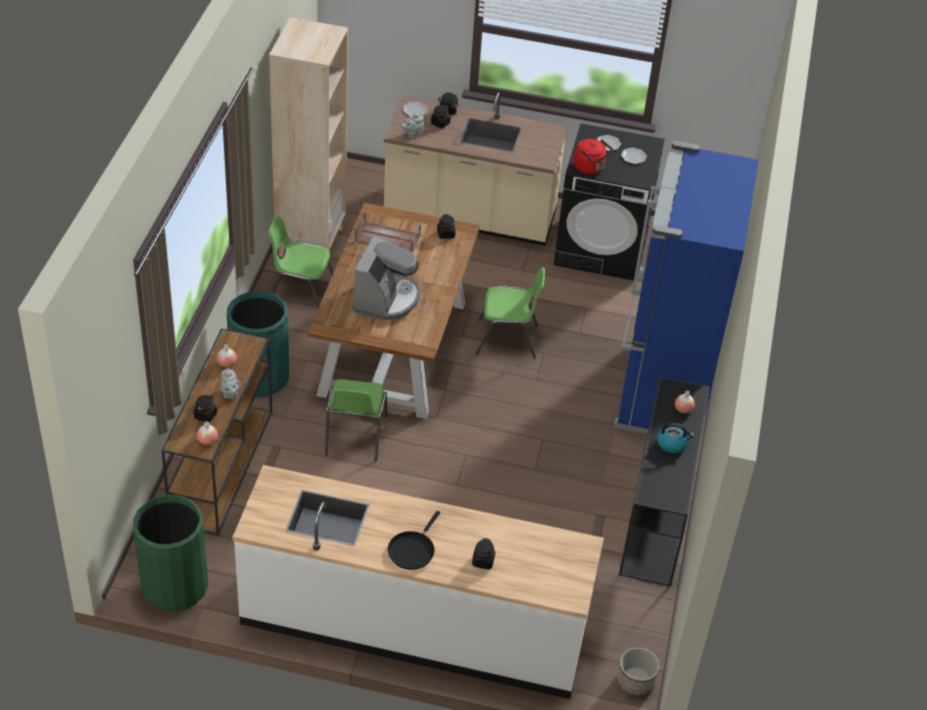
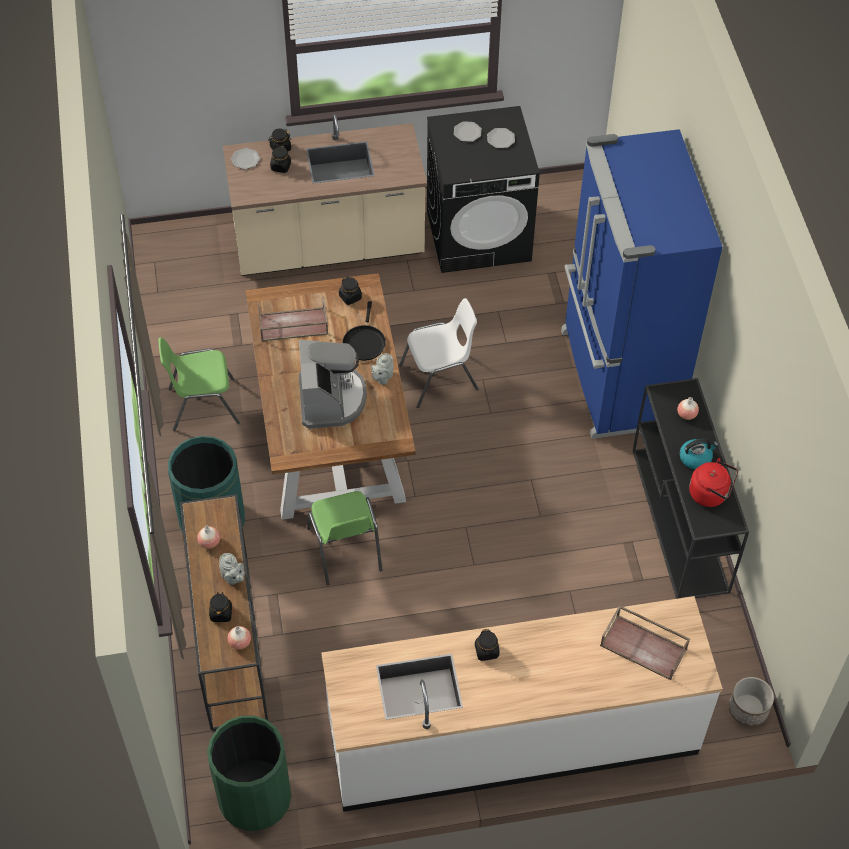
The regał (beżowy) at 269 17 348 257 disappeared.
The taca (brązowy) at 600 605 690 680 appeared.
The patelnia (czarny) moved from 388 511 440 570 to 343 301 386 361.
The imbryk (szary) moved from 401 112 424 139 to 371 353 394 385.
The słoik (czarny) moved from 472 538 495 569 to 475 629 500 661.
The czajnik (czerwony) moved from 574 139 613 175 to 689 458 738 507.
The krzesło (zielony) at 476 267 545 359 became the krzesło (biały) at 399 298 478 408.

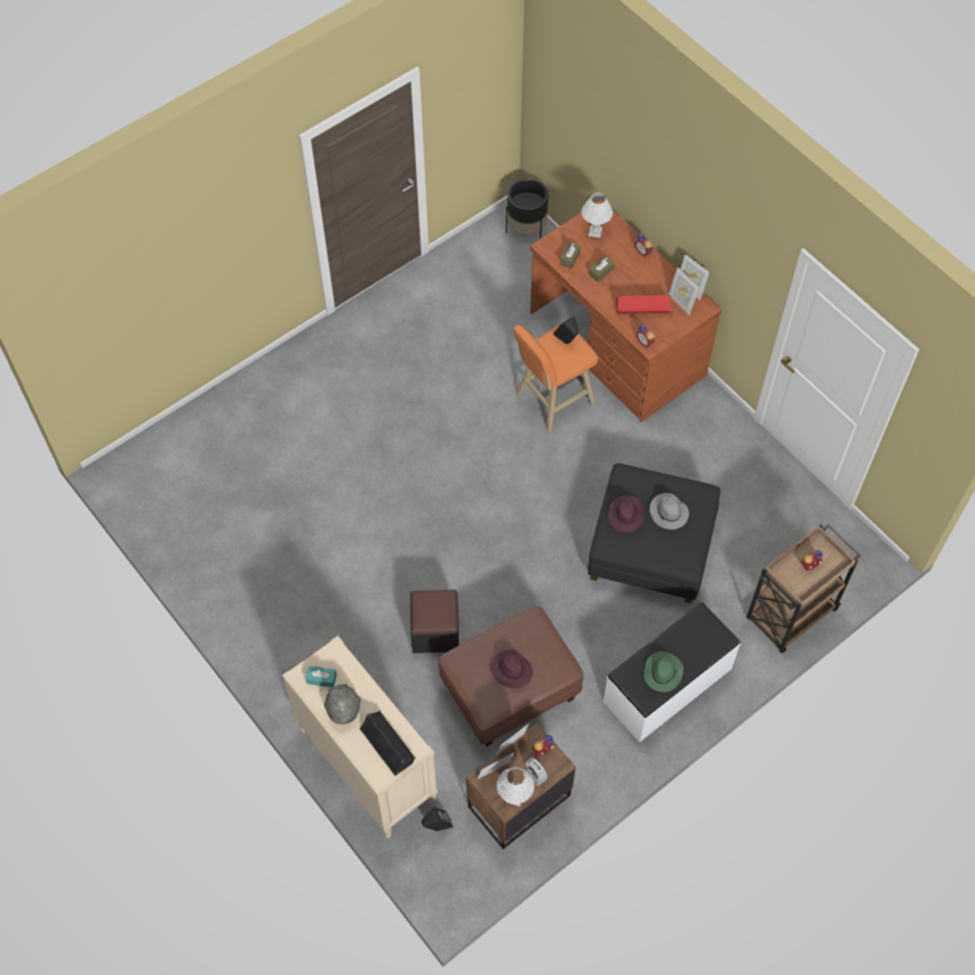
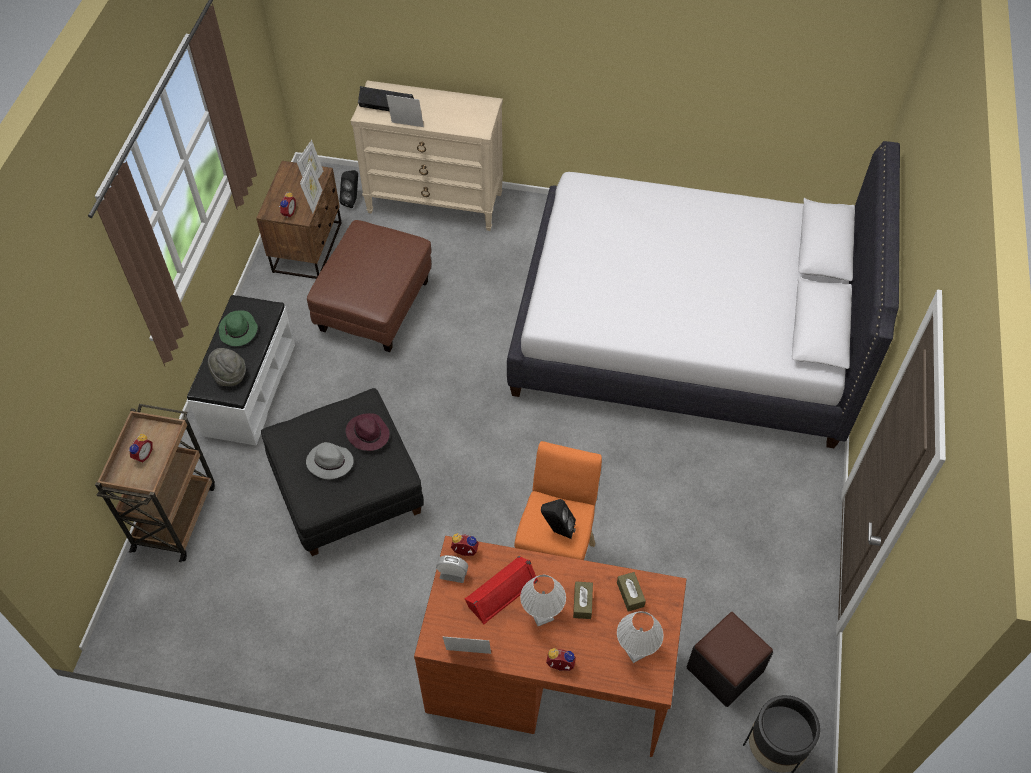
The pudełko chusteczek (turkusowy) at 305 666 337 687 disappeared.
The kapelusz (fioletowy) at 491 650 533 688 disappeared.
The łóżko (biały) at 507 141 900 448 appeared.
The kapelusz (szary) moved from 324 684 360 724 to 208 348 246 386.
The pufa (czarny) moved from 410 590 459 653 to 687 612 773 707.
The lampa stołowa (biały) moved from 497 767 535 806 to 520 575 566 626.
The budzik moved from 525 757 548 786 to 436 555 468 583.
The ramka na zdjęcie moved from 669 267 699 315 to 386 95 424 127.

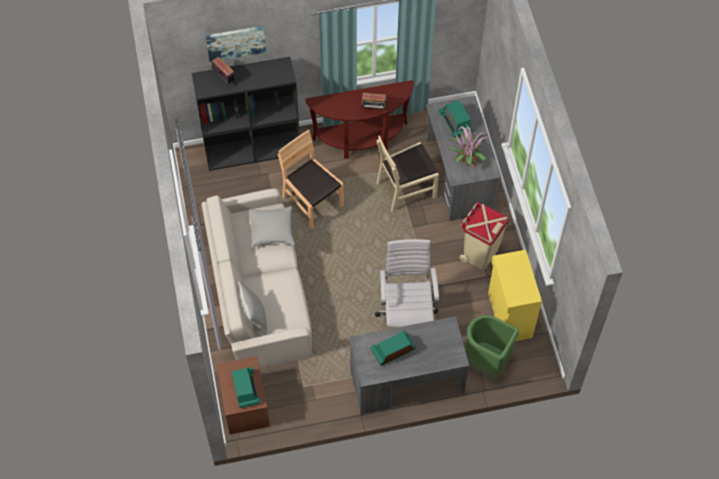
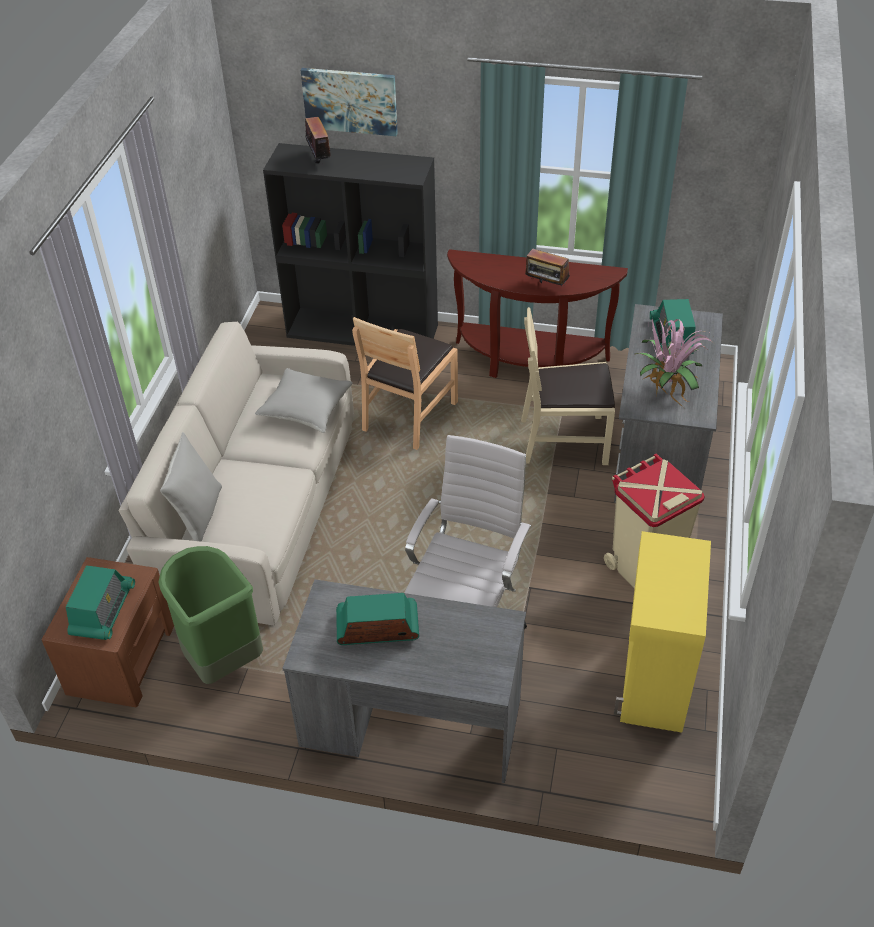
The kosz na śmieci (zielony) moved from 465 315 519 380 to 158 546 263 684.
The krzesło (brązowy) at 278 130 344 230 turned 135 degrees counterclockwise.

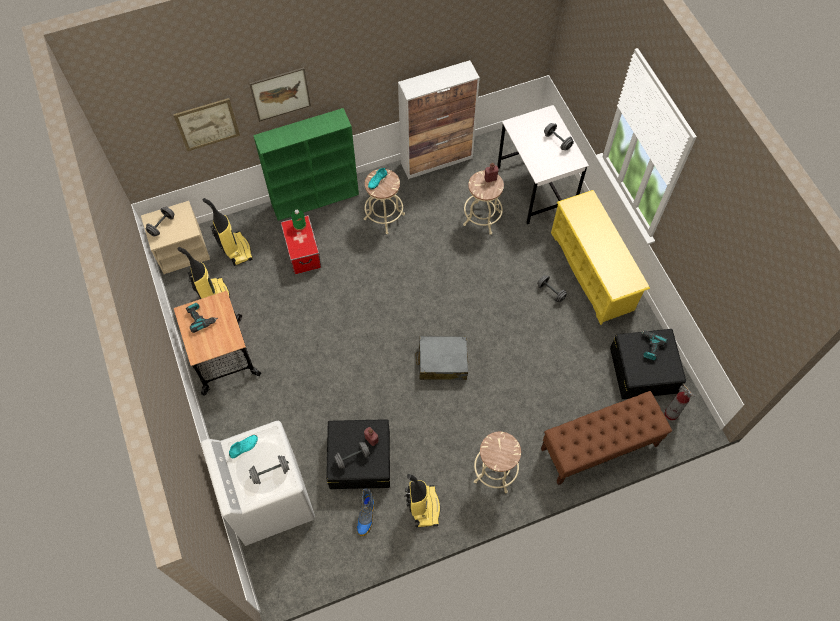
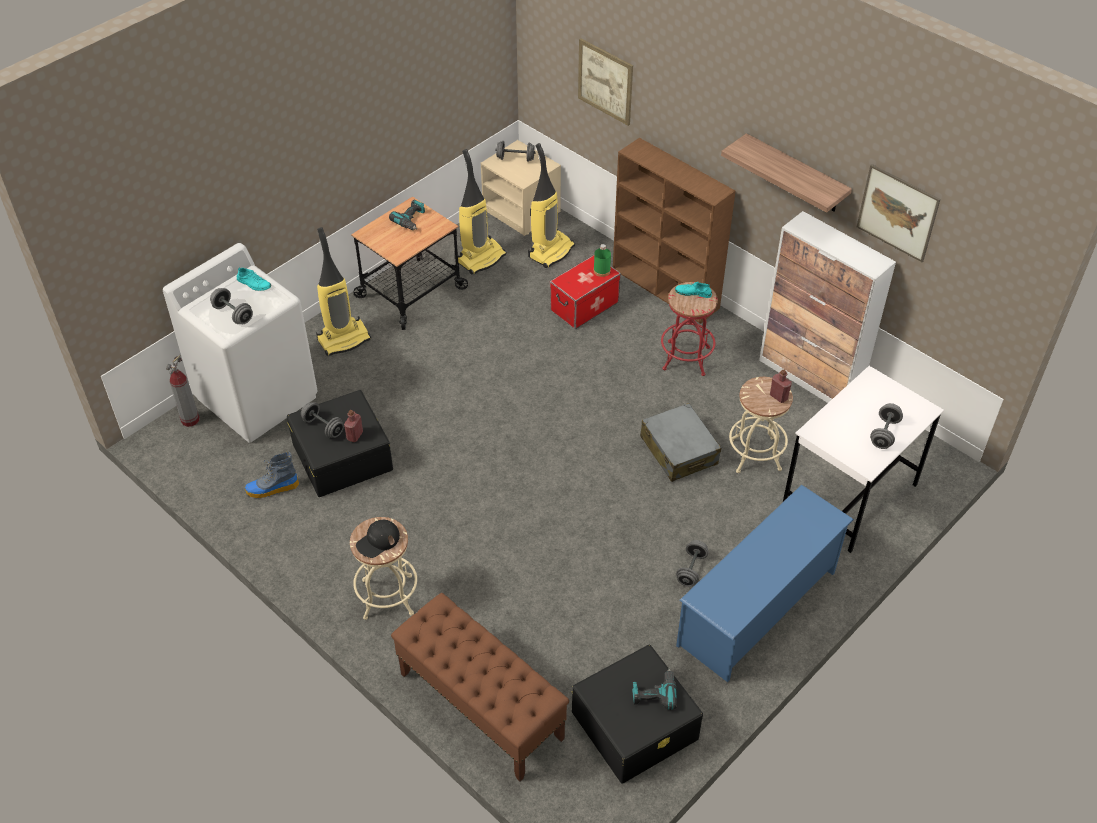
The czapka z daszkiem (czarny) at 356 520 400 558 appeared.
The półka at 721 133 852 213 appeared.
The obraz moved from 249 67 311 122 to 857 164 941 262.
The odkurzacz moved from 405 474 440 527 to 316 227 371 356.
The walizka (szary) moved from 416 336 468 380 to 640 403 721 482.
The gaśnica moved from 664 384 695 421 to 166 355 200 427.
The regał (zielony) at 253 108 359 221 became the regał (brązowy) at 613 138 736 324.
The stołek (beżowy) at 364 169 405 234 became the stołek (czerwony) at 661 282 718 376.
The regał na buty (żółty) at 551 190 650 325 became the regał na buty (niebieski) at 676 485 854 682.

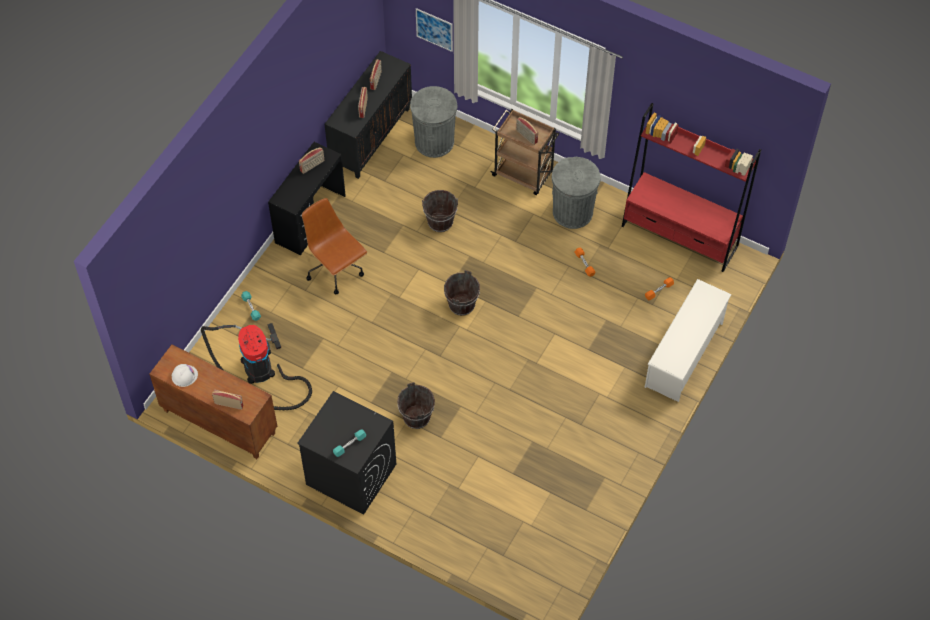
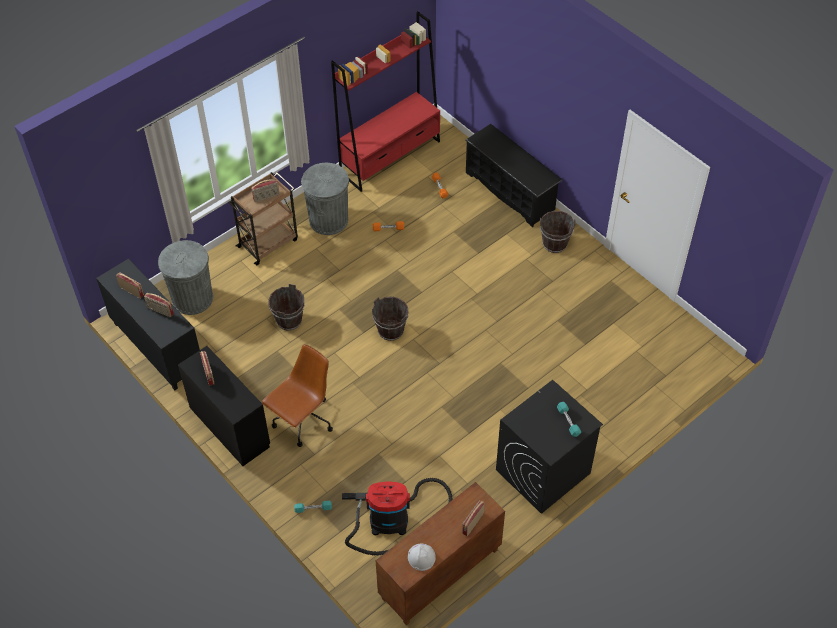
The obraz at 416 8 453 52 disappeared.
The wiadro (brązowy) moved from 397 382 435 429 to 540 211 576 253.
The regał na buty (biały) at 644 279 732 402 became the regał na buty (czarny) at 465 124 562 227.
The krzesło biurowe (brązowy) at 302 198 367 294 turned 150 degrees clockwise.

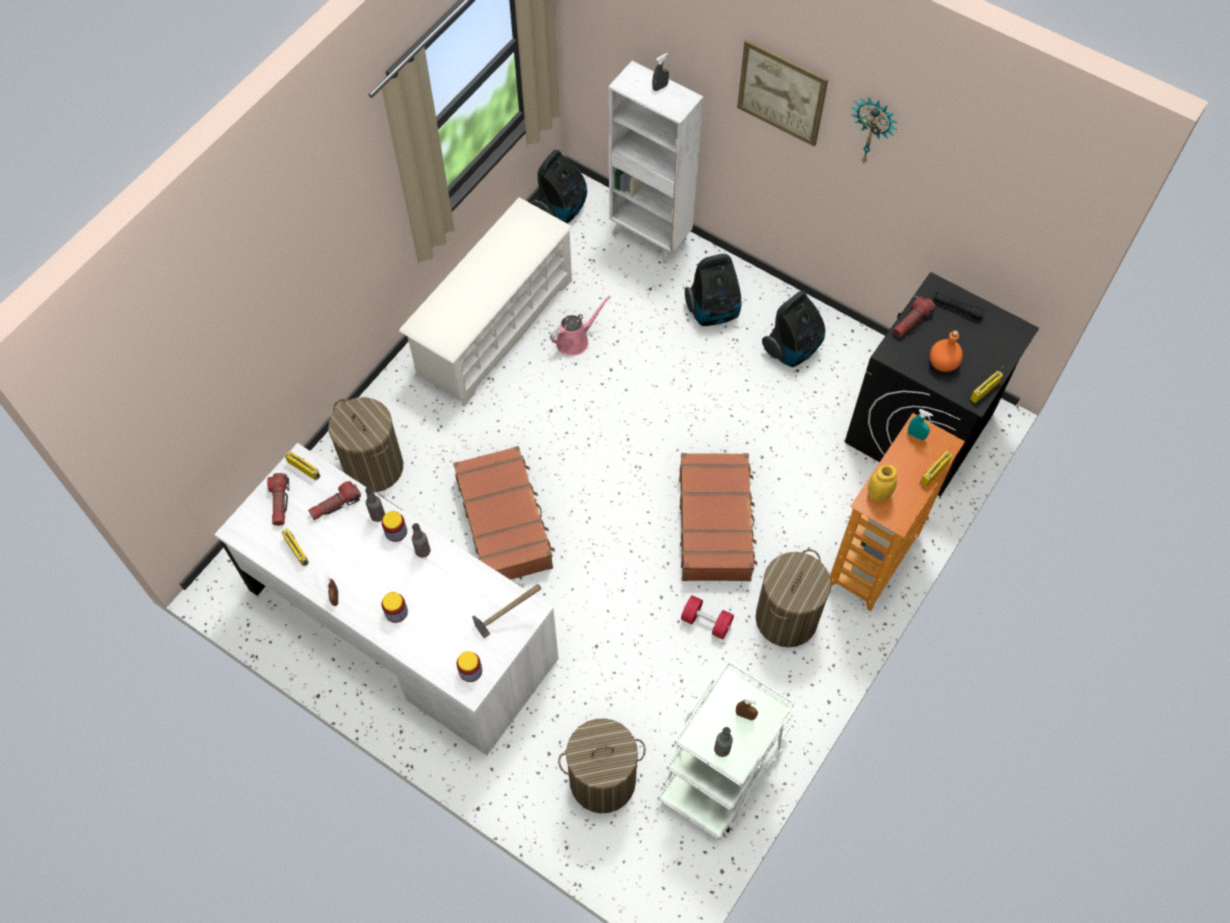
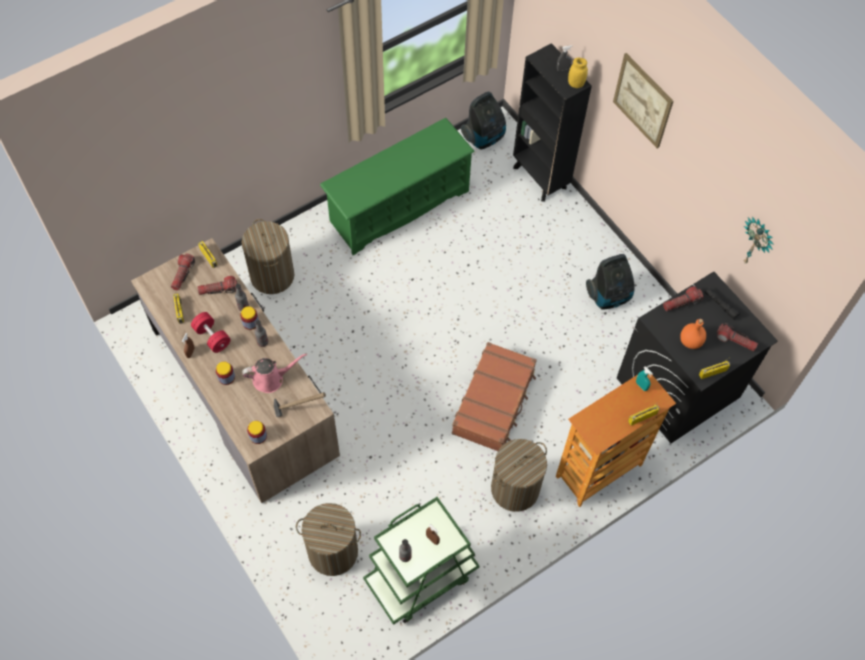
The walizka (brązowy) at 453 446 555 579 disappeared.
The odkurzacz at 685 254 741 326 disappeared.
The latarka at 717 323 758 352 appeared.
The konewka (różowy) moved from 550 296 611 355 to 242 353 307 393.
The hantel (czerwony) moved from 681 595 734 639 to 191 312 231 353.
The zegar ścienny moved from 851 97 897 164 to 743 216 773 264.
The słoik (żółty) moved from 868 465 897 501 to 568 58 588 88.
The biurko (biały) at 214 443 559 755 became the biurko (brązowy) at 131 238 340 503.
The regał na buty (biały) at 399 197 572 407 became the regał na buty (zielony) at 320 118 475 255.
The regał (biały) at 608 61 703 264 became the regał (czarny) at 513 43 592 202.
The wózek (biały) at 657 660 795 840 became the wózek (zielony) at 363 497 479 625.

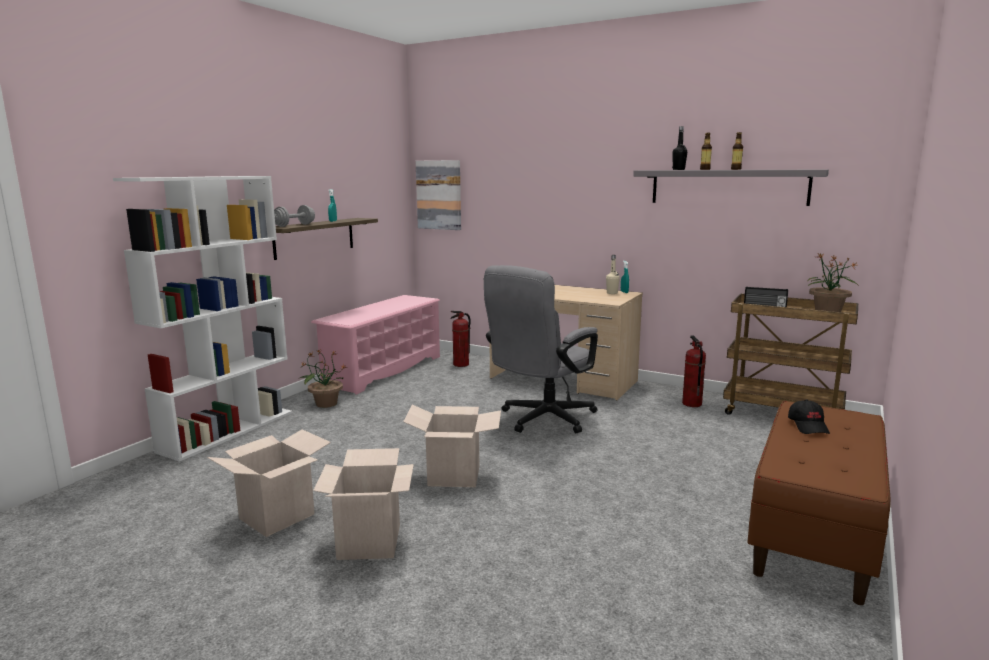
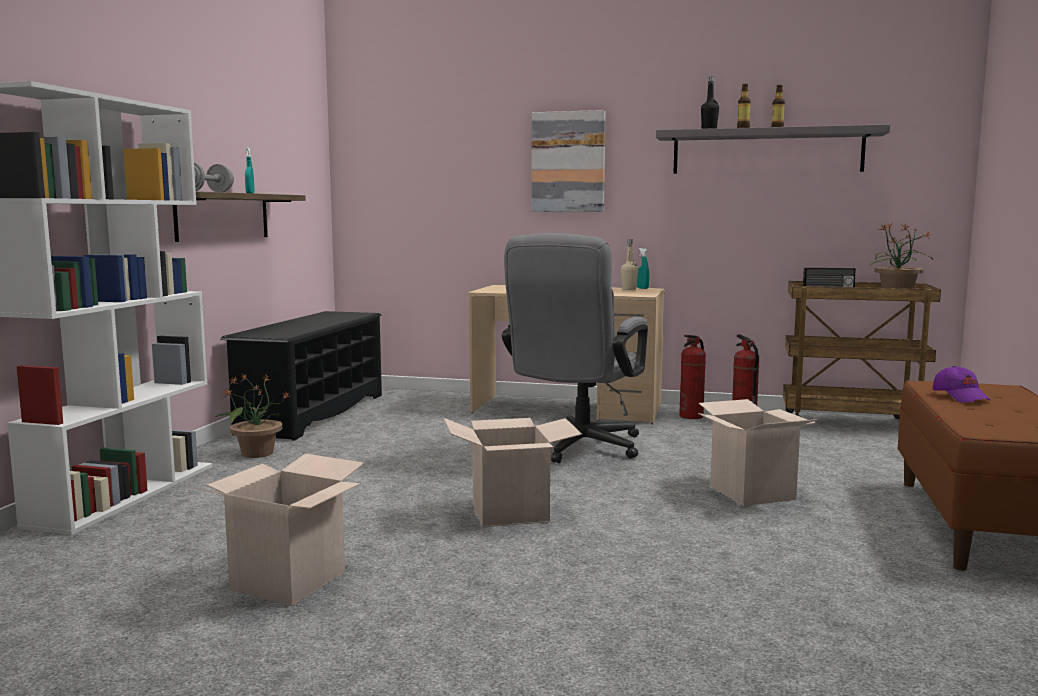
The karton moved from 313 448 414 560 to 698 399 819 506.
The obraz moved from 416 160 461 230 to 531 110 605 212.
The gaśnica moved from 451 311 471 367 to 679 335 706 419.
The regał na buty (różowy) at 311 295 440 395 became the regał na buty (czarny) at 220 311 382 441.
The czapka z daszkiem (czarny) at 788 400 830 434 became the czapka z daszkiem (fioletowy) at 933 366 991 403.

